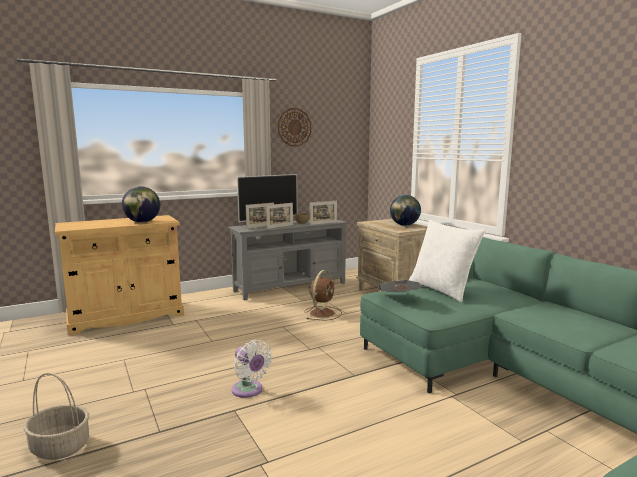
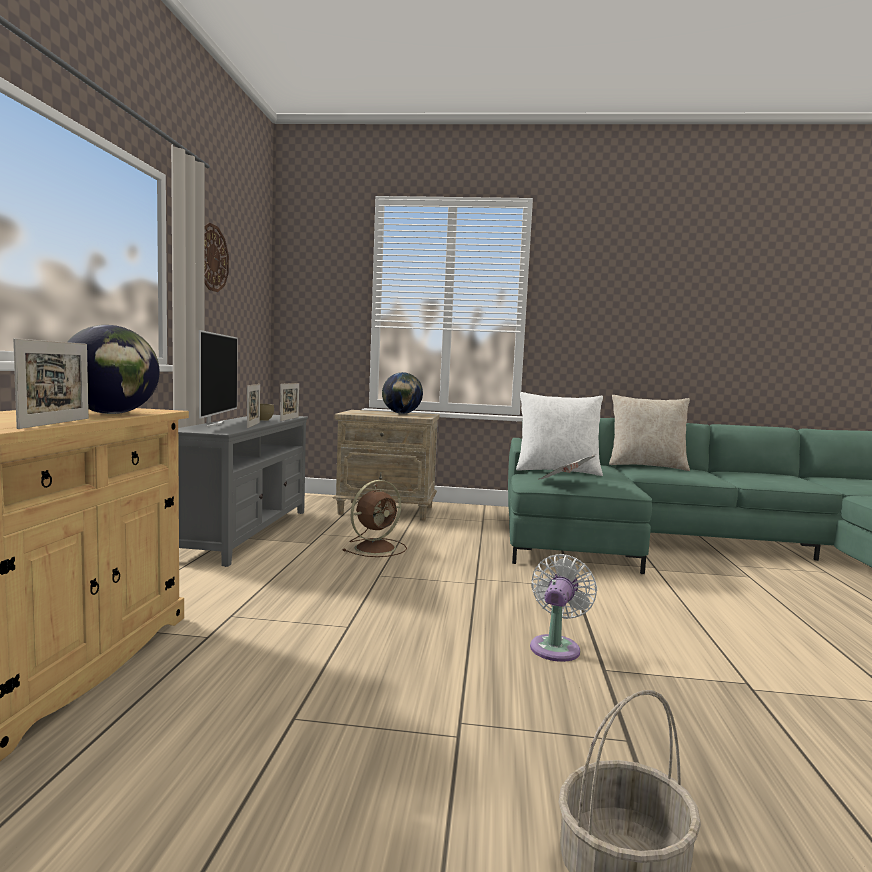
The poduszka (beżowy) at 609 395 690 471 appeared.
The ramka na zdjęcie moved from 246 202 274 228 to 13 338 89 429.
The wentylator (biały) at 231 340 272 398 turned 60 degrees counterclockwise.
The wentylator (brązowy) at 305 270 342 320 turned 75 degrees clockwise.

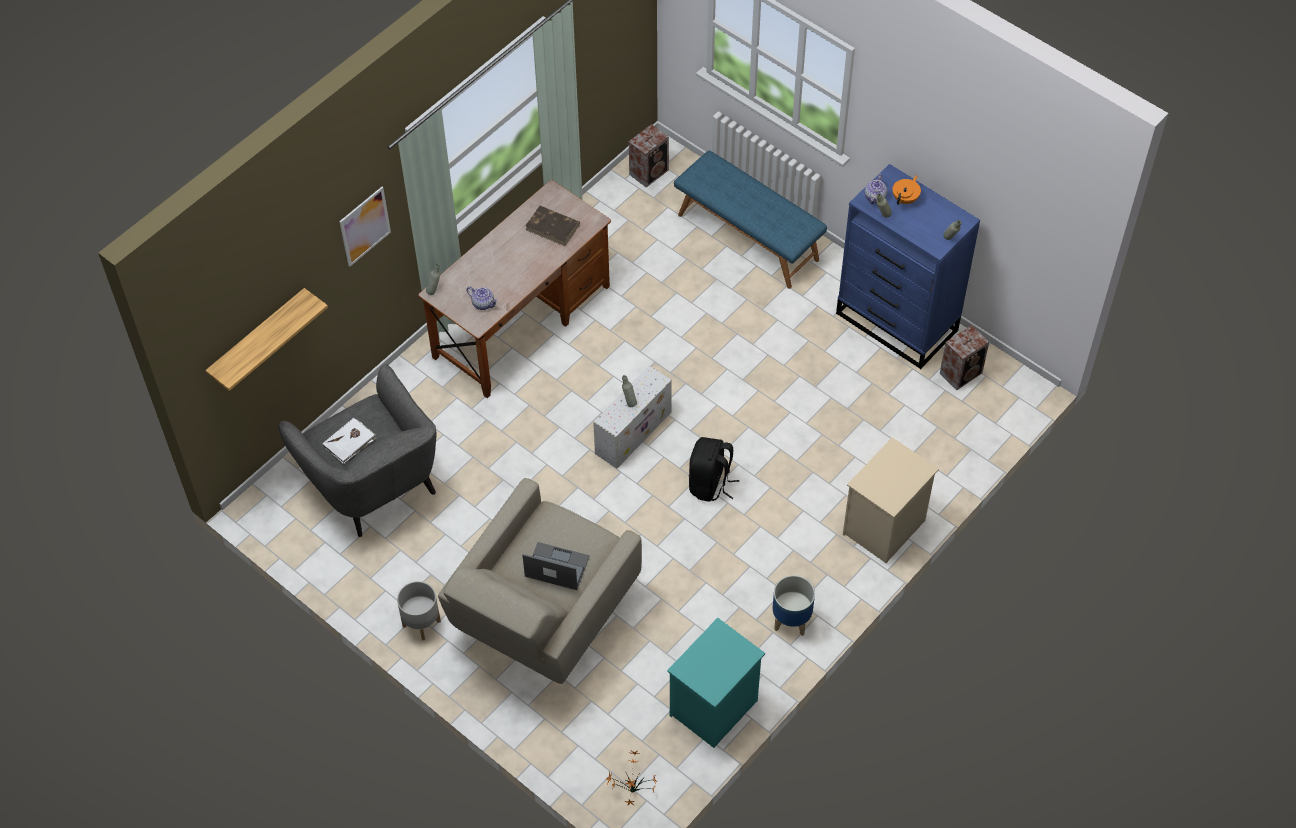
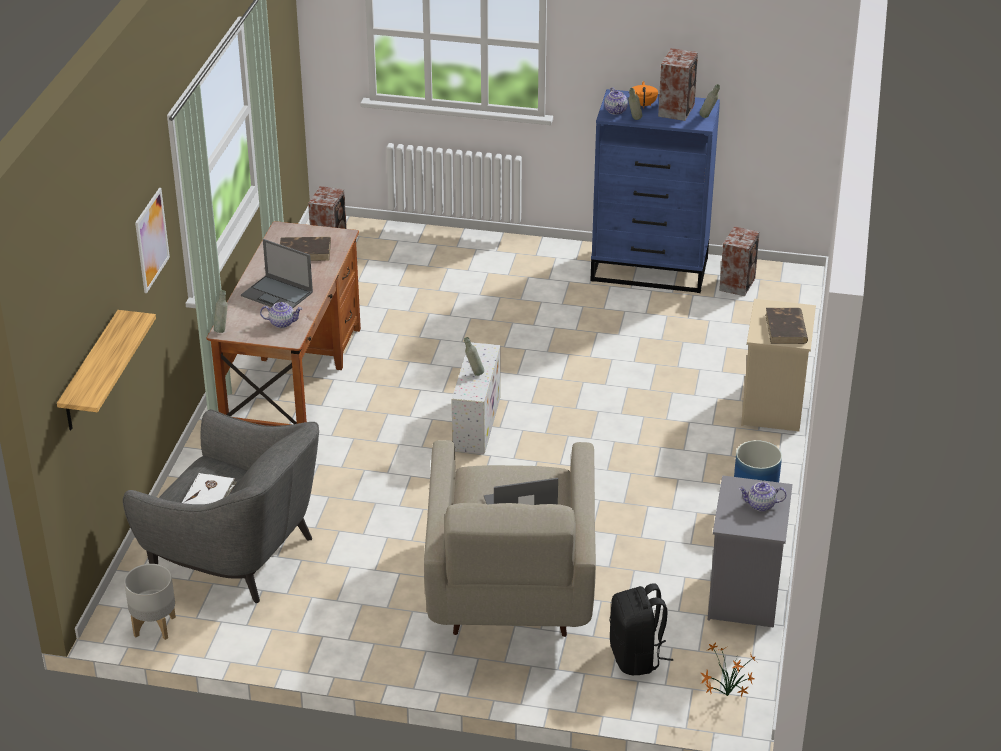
The ławka (niebieski) at 674 150 827 289 disappeared.
The laptop at 241 239 313 308 appeared.
The głośnik at 658 48 698 121 appeared.
The imbryk at 739 482 787 511 appeared.
The książka (brązowy) at 765 308 808 344 appeared.
The donica (szary) moved from 397 581 441 640 to 124 564 176 640.
The plecak (czarny) moved from 689 437 739 502 to 610 583 673 675.
The szafka nocna (turkusowy) at 667 618 765 748 became the szafka nocna (szary) at 707 475 793 628.

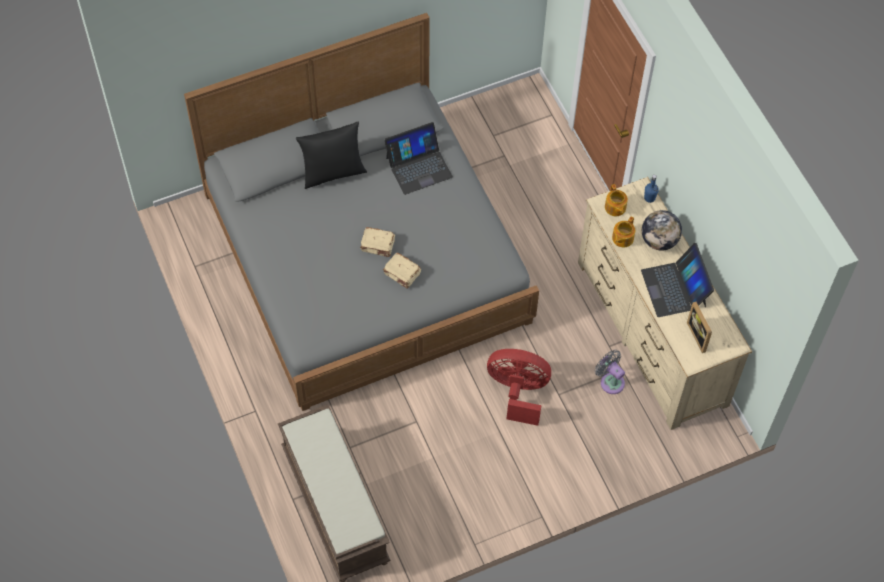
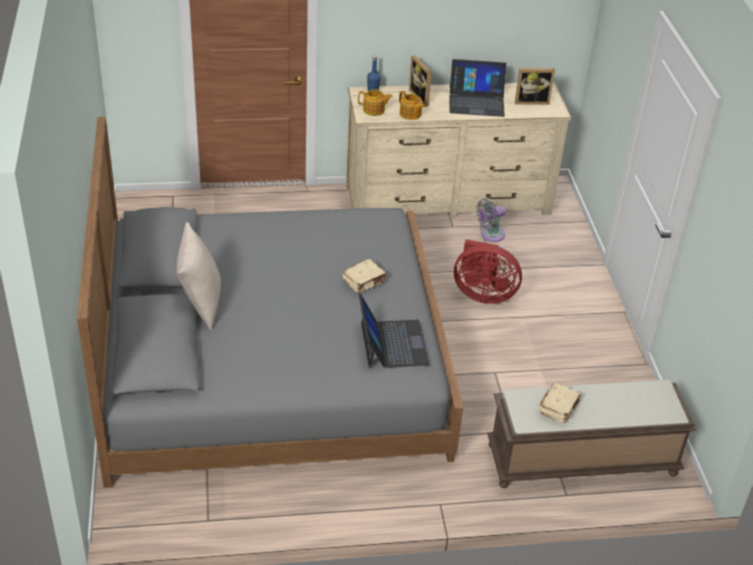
The książka (beżowy) moved from 360 227 395 257 to 539 382 581 423.
The laptop moved from 384 122 453 195 to 359 294 429 368.
The globus at 642 210 682 251 was replaced by the ramka na zdjęcie at 409 55 432 107.
The poduszka (czarny) at 296 121 367 189 became the poduszka (beżowy) at 176 222 221 330.
The wentylator (czerwony) at 487 349 551 426 turned 105 degrees counterclockwise.

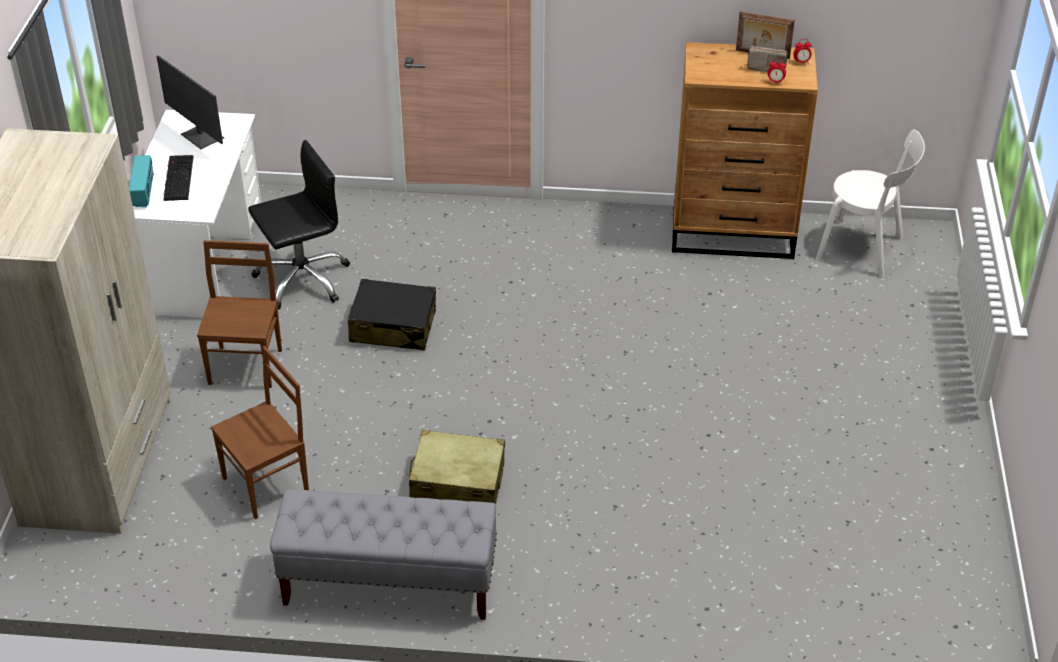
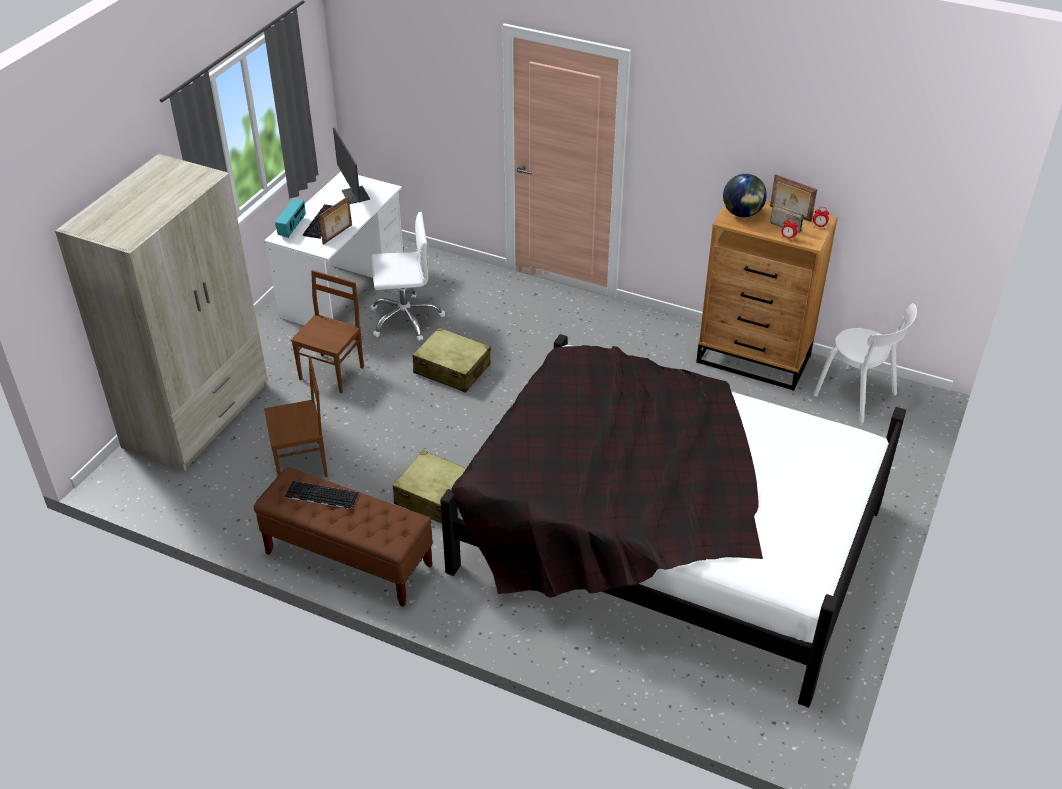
The klawiatura at 285 481 359 509 appeared.
The ramka na zdjęcie at 319 196 352 245 appeared.
The łóżko (czarny) at 440 334 906 708 appeared.
The globus at 723 174 767 217 appeared.
The krzesło biurowe (czarny) at 248 140 350 310 became the krzesło biurowe (biały) at 370 212 445 341.
The ławka (szary) at 270 489 497 620 became the ławka (brązowy) at 254 467 433 607.
The walizka (czarny) at 348 279 436 351 became the walizka (beżowy) at 413 327 491 393.

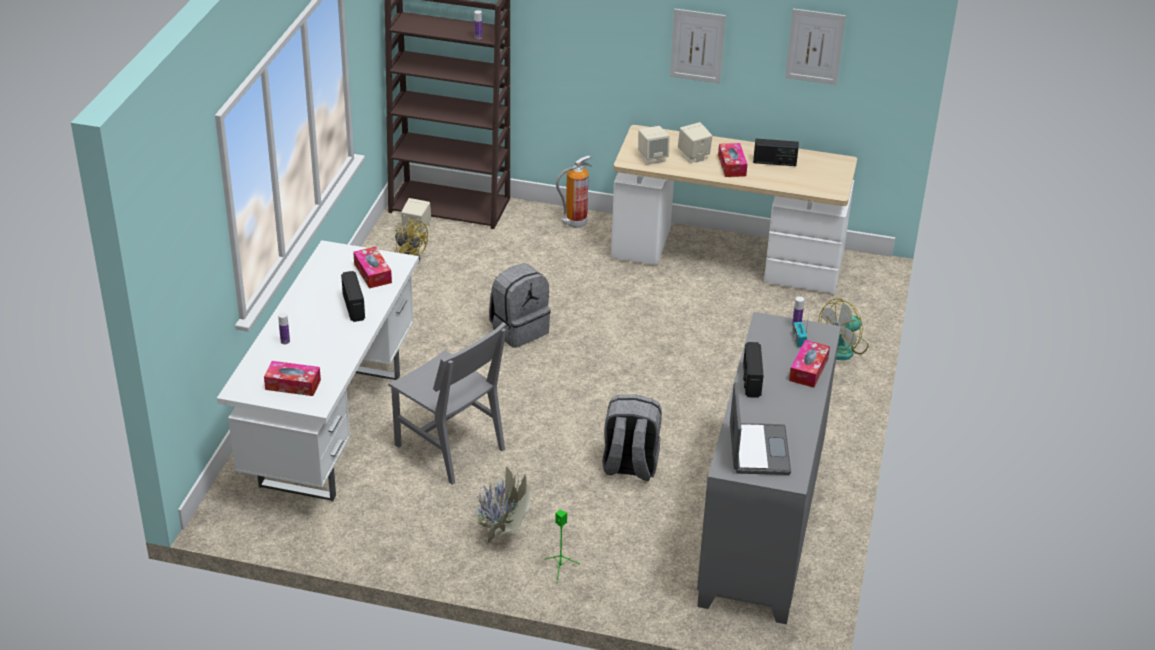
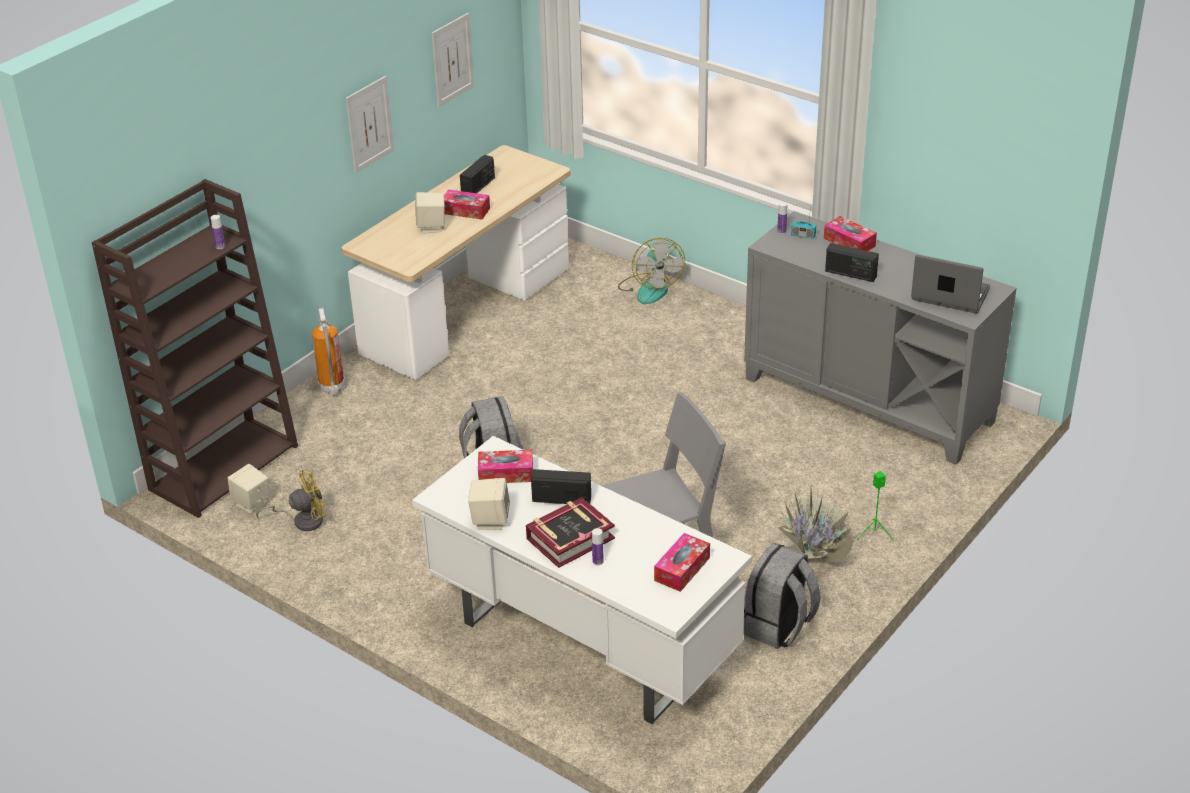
The książka at 526 497 615 568 appeared.
The plecak (szary) moved from 602 395 662 481 to 743 543 820 649.
The głośnik (beżowy) moved from 638 126 670 164 to 468 478 510 530.

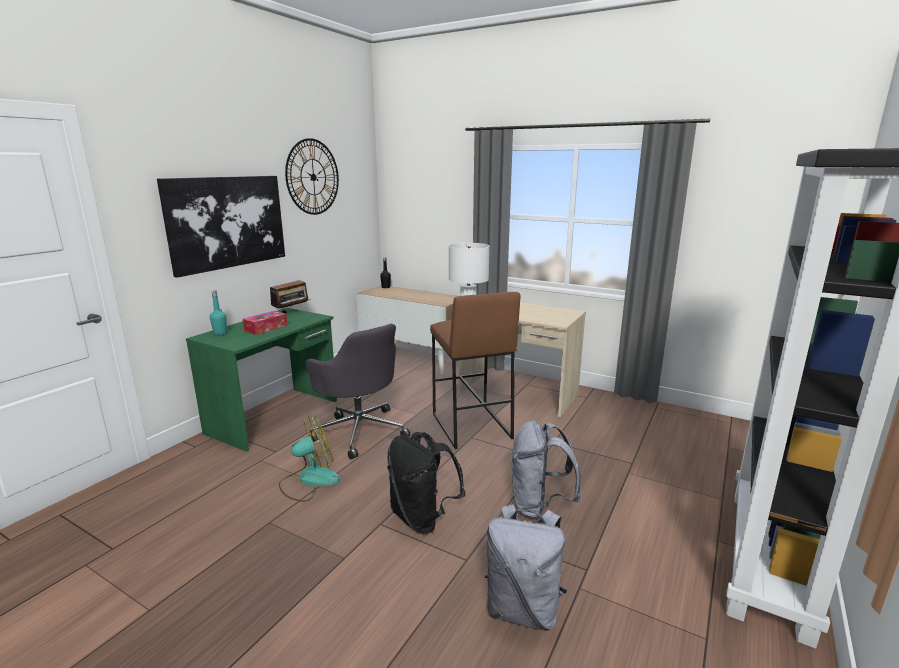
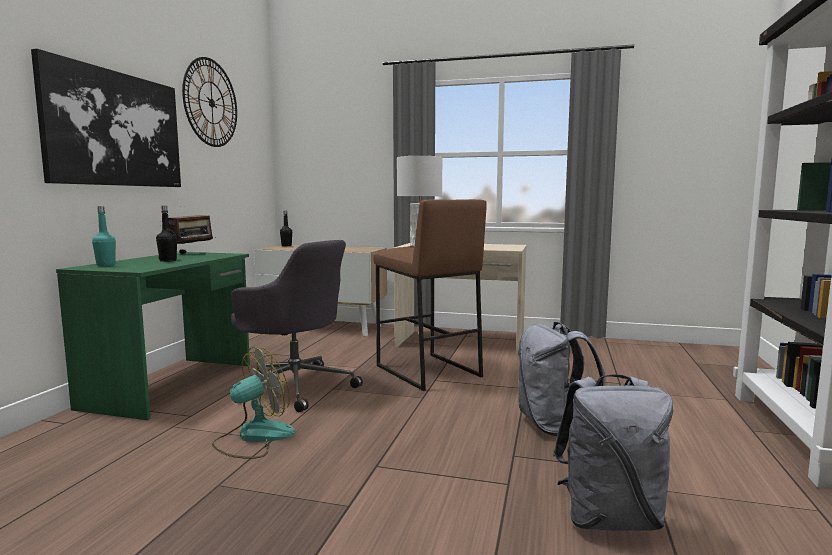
The plecak (czarny) at 387 432 466 534 disappeared.
The pudełko chusteczek at 243 311 287 335 was replaced by the butelka (czarny) at 156 206 177 262.

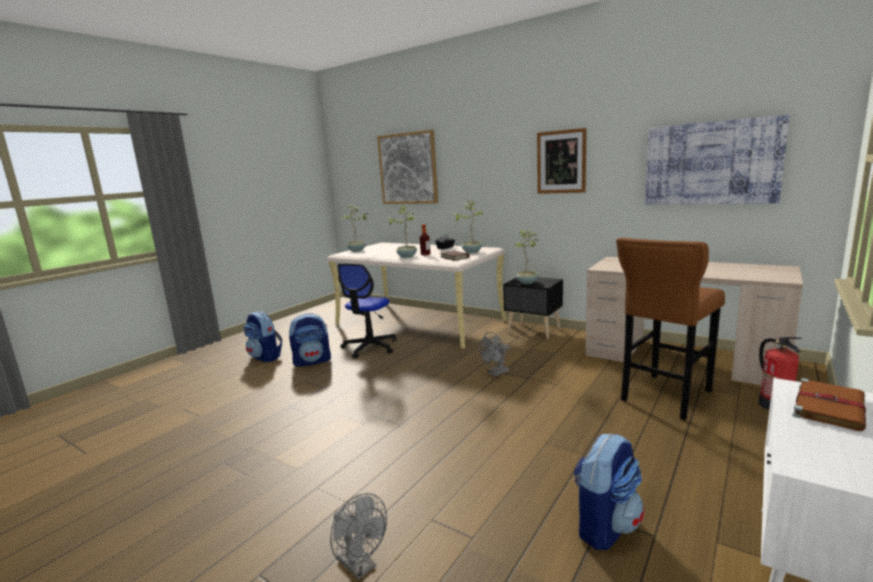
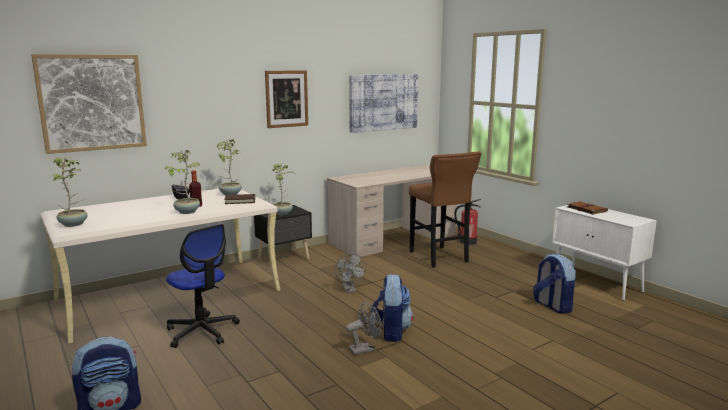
The plecak moved from 289 313 331 367 to 371 274 413 342.
The wentylator (szary) moved from 330 493 387 580 to 346 301 382 355.

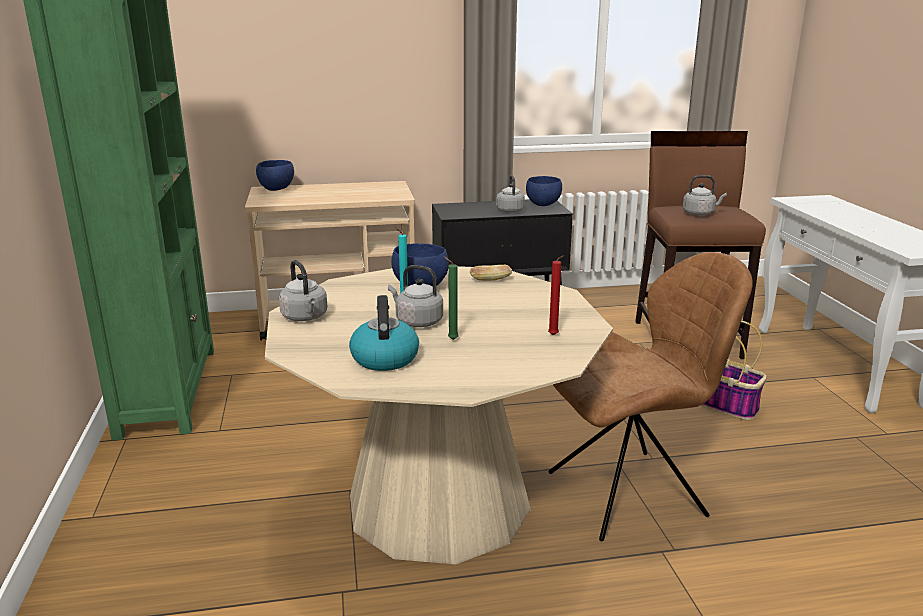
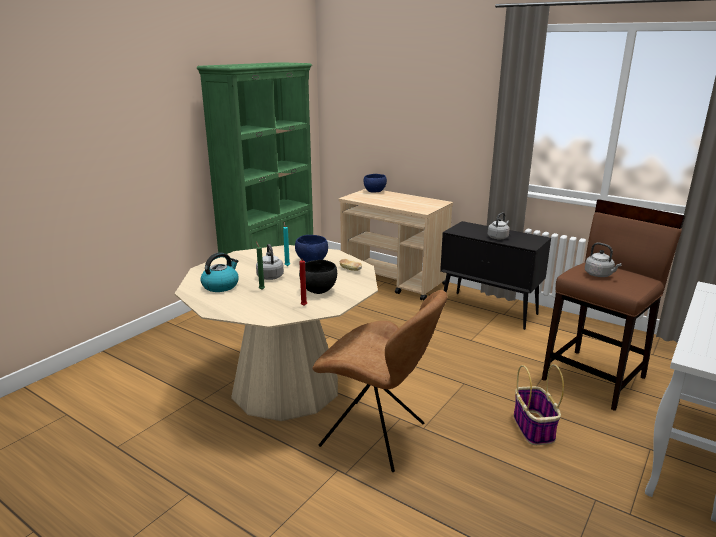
The czajnik (szary) at 279 260 328 321 disappeared.
The miska (niebieski) at 526 176 562 206 disappeared.
The miska (czarny) at 299 260 337 294 appeared.

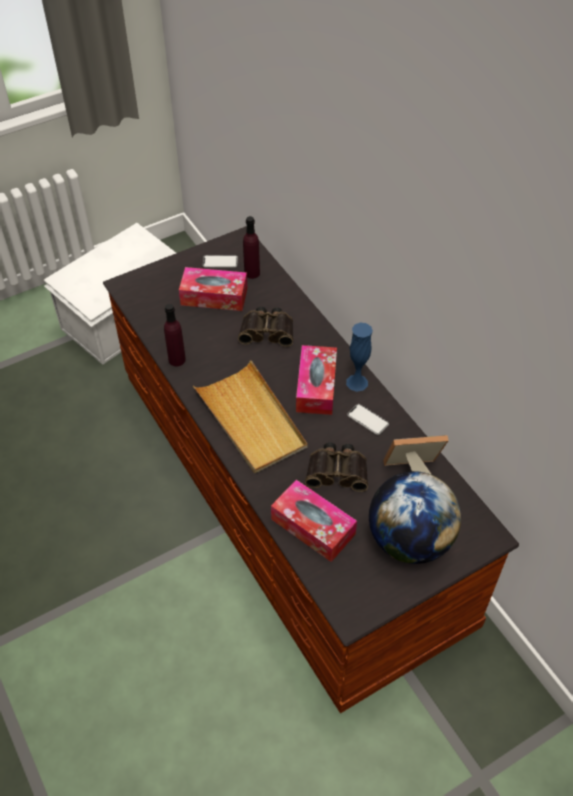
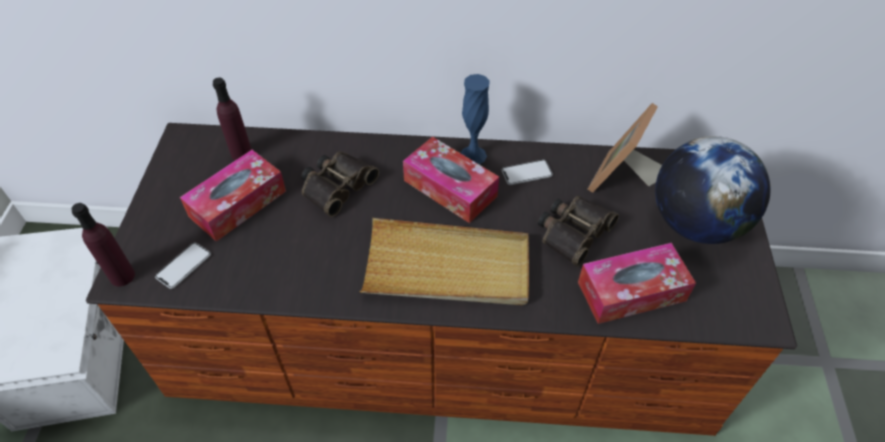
The butelka (fioletowy) moved from 164 304 186 366 to 72 203 135 287.
The telefon moved from 203 255 238 267 to 155 243 211 289.

